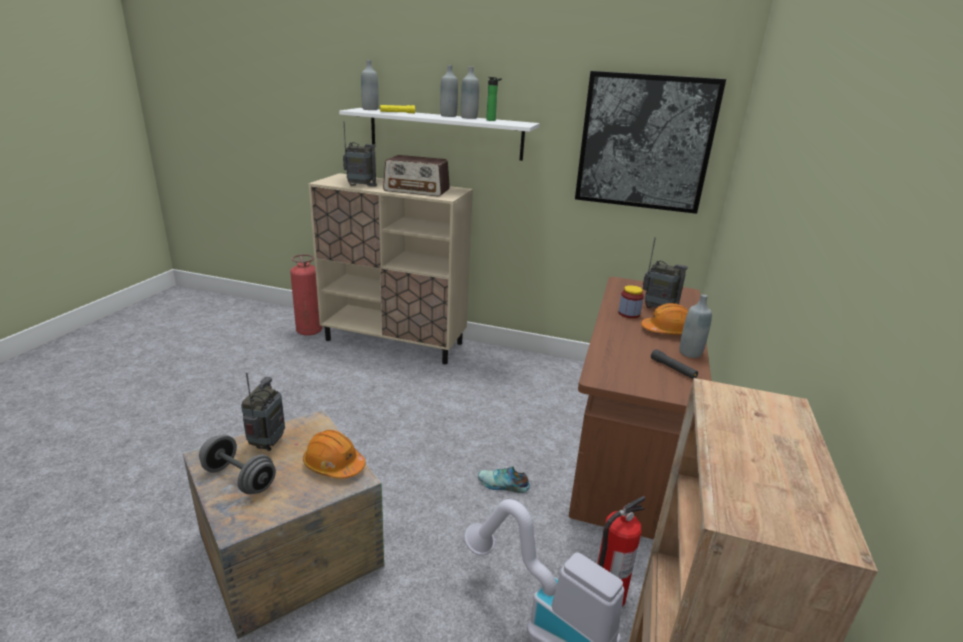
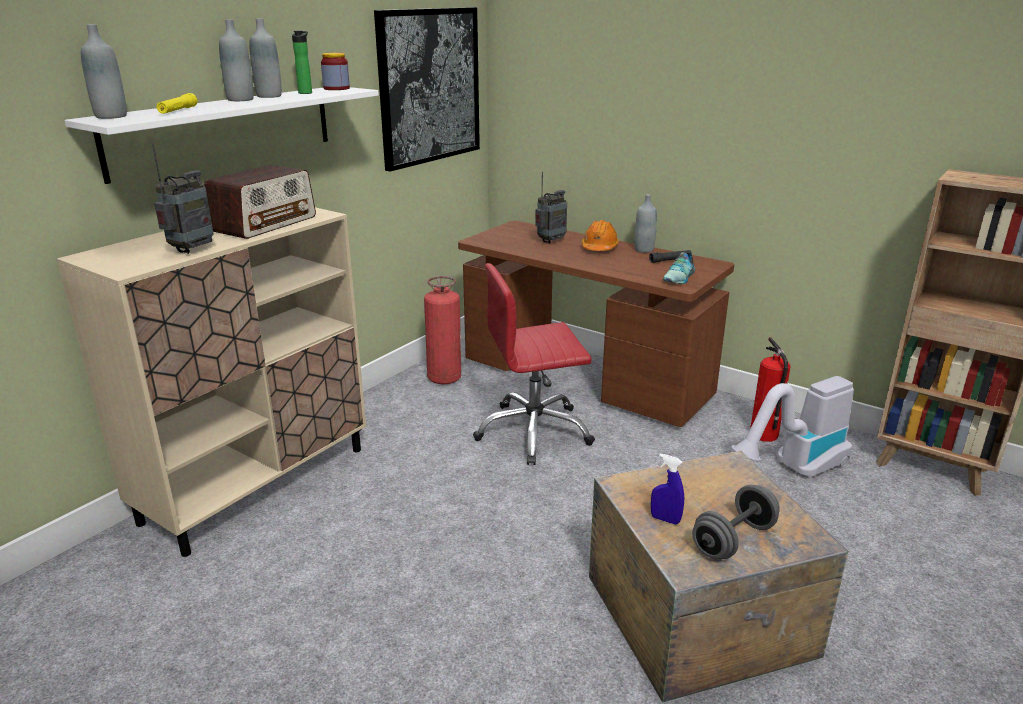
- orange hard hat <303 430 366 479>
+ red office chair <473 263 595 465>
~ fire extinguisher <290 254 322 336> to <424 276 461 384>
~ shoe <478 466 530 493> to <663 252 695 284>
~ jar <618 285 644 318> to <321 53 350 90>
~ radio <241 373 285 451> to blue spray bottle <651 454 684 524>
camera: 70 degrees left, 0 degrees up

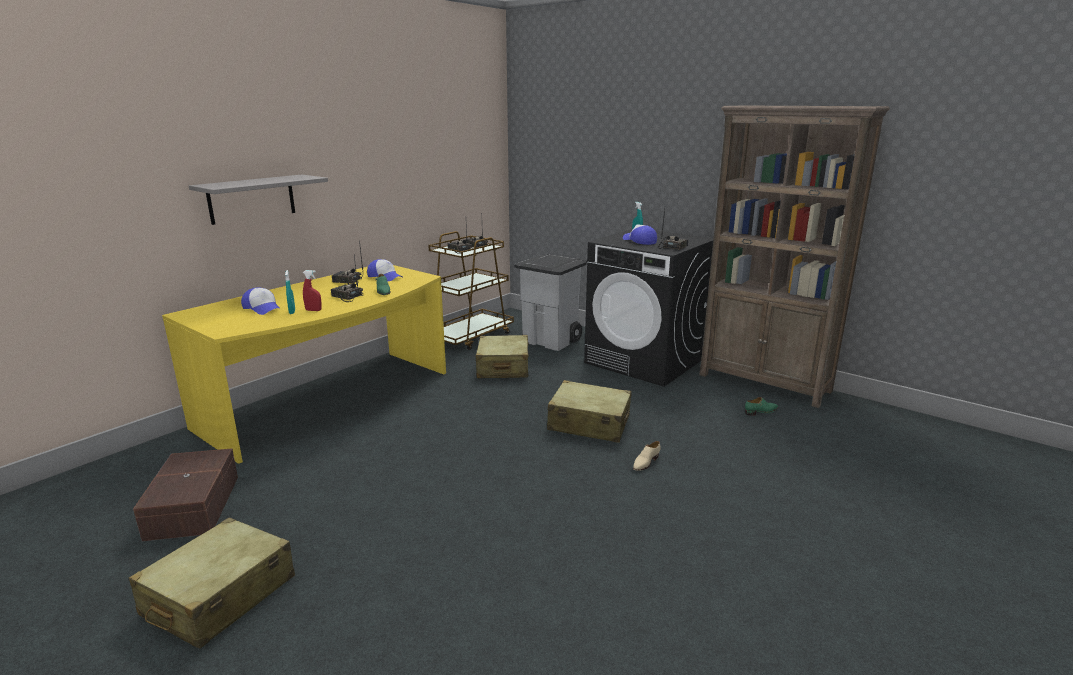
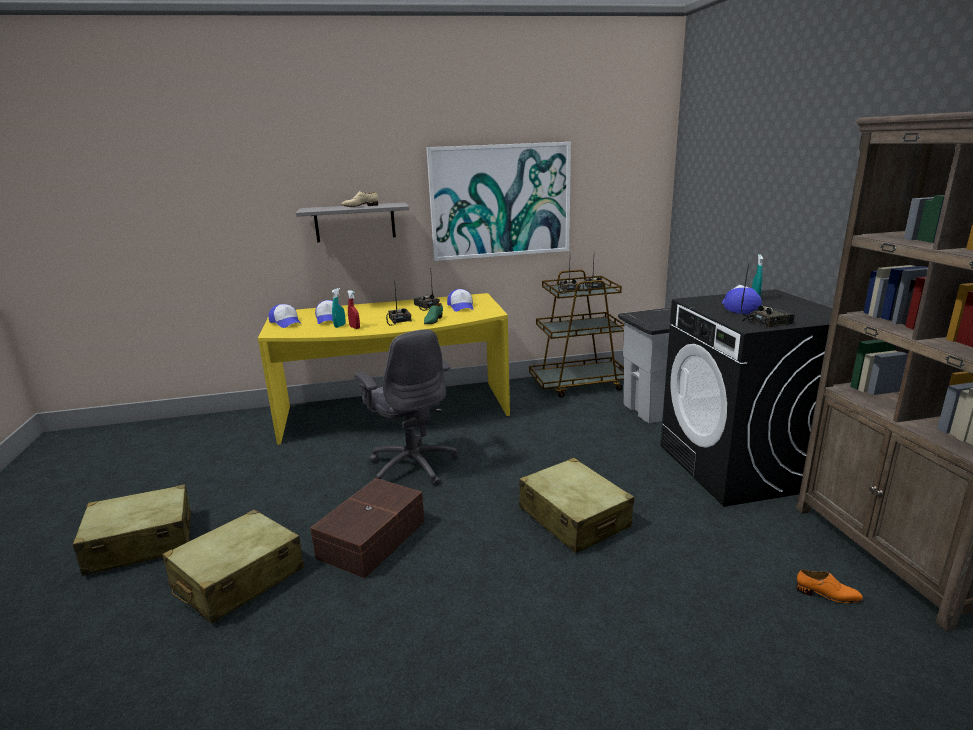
+ cap <268 304 302 328>
+ grey office chair <354 329 458 486>
+ picture <426 142 571 261>
~ brown storage box <133 448 238 541> to <310 478 425 579>
~ beige suitcase <475 335 529 378> to <162 509 304 624>
~ beige shoe <633 441 661 471> to <341 191 378 207>
~ green shoe <745 397 778 416> to orange shoe <796 569 863 603>
camera: 40 degrees right, 0 degrees up

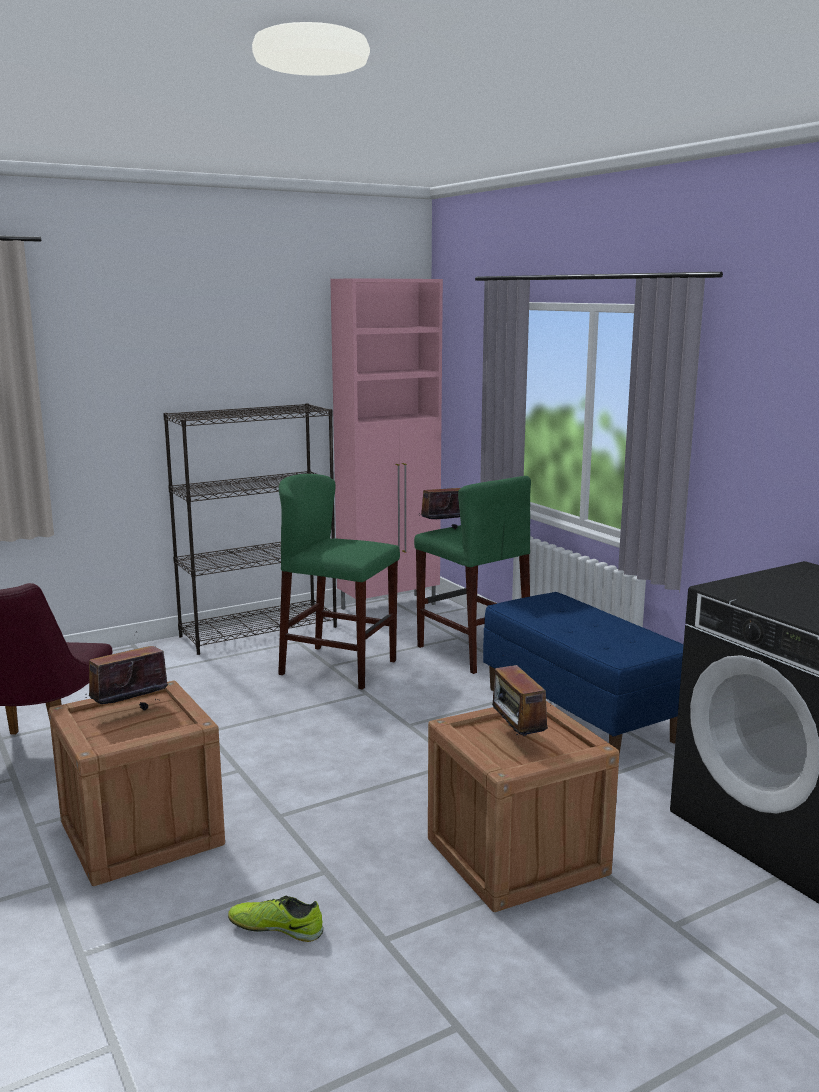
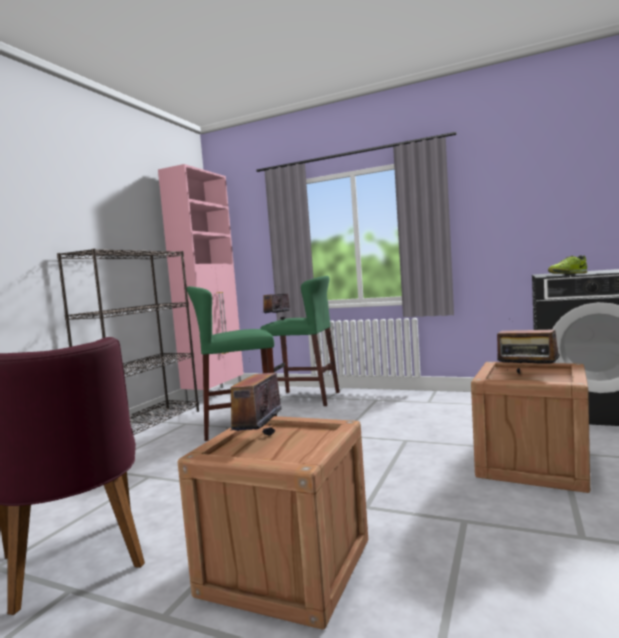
- blue bench <483 592 684 755>
~ shoe <228 896 323 942> to <548 256 588 274>
camera: 35 degrees left, 10 degrees down

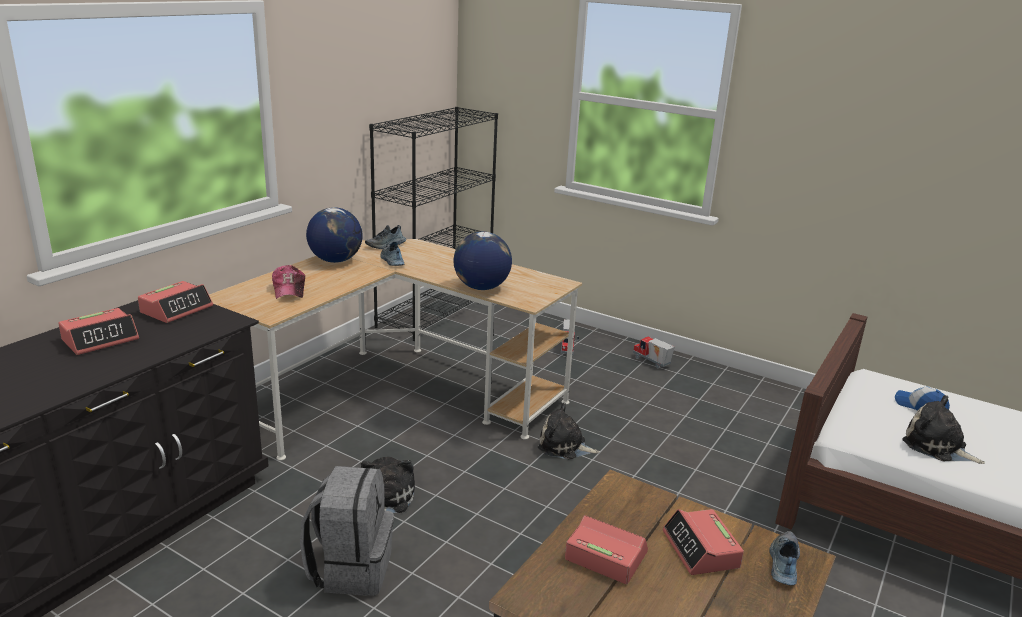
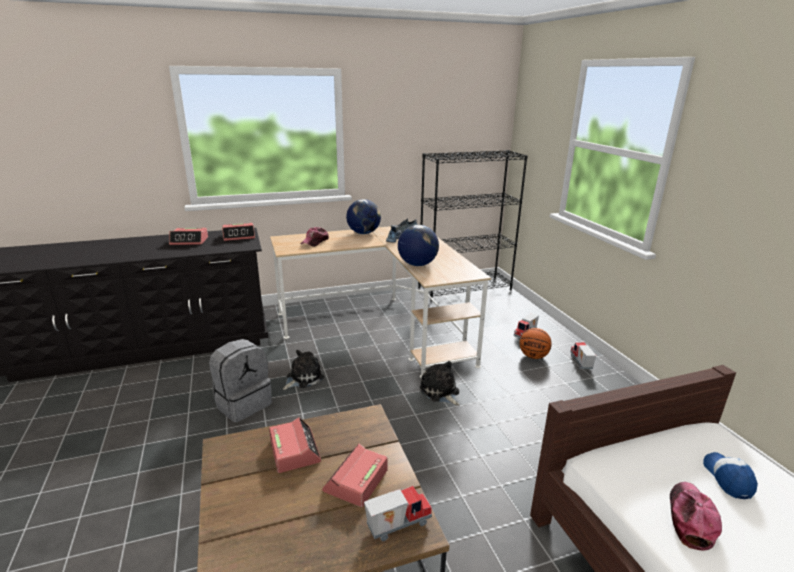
+ basketball <520 328 552 359>
~ shoe <769 531 800 586> to toy truck <364 486 432 541>
~ plush toy <902 395 985 464> to cap <670 482 722 551>
camera: 40 degrees right, 0 degrees up

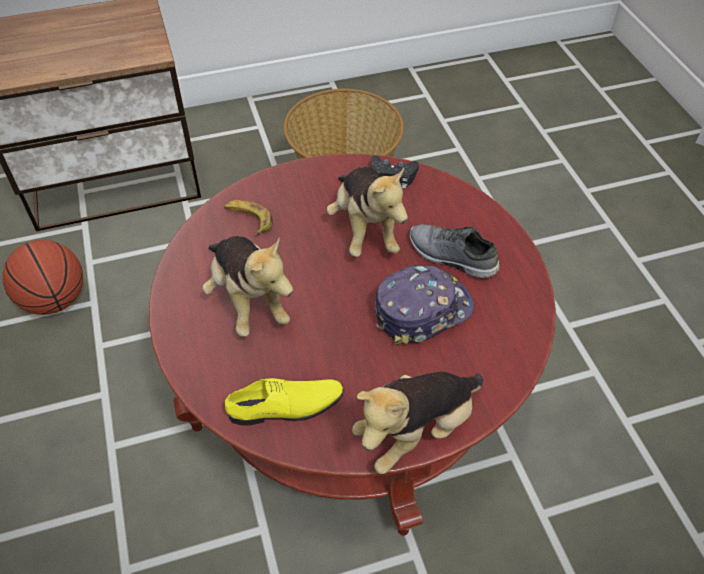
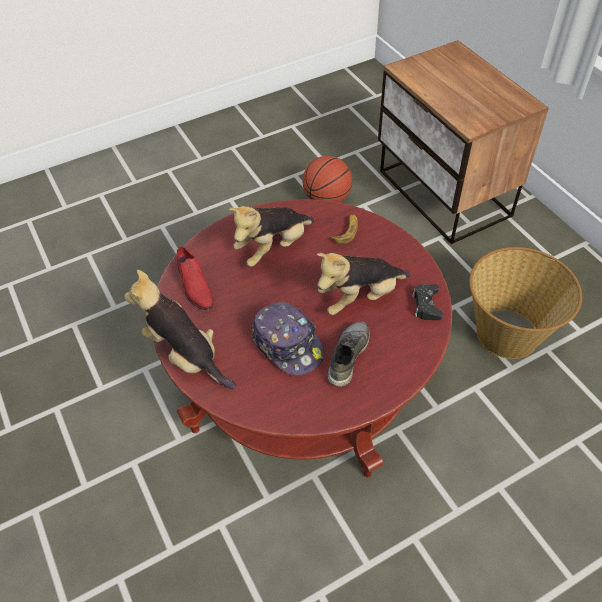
~ yellow shoe <225 378 344 426> to red shoe <177 247 214 310>
camera: 80 degrees right, 0 degrees up

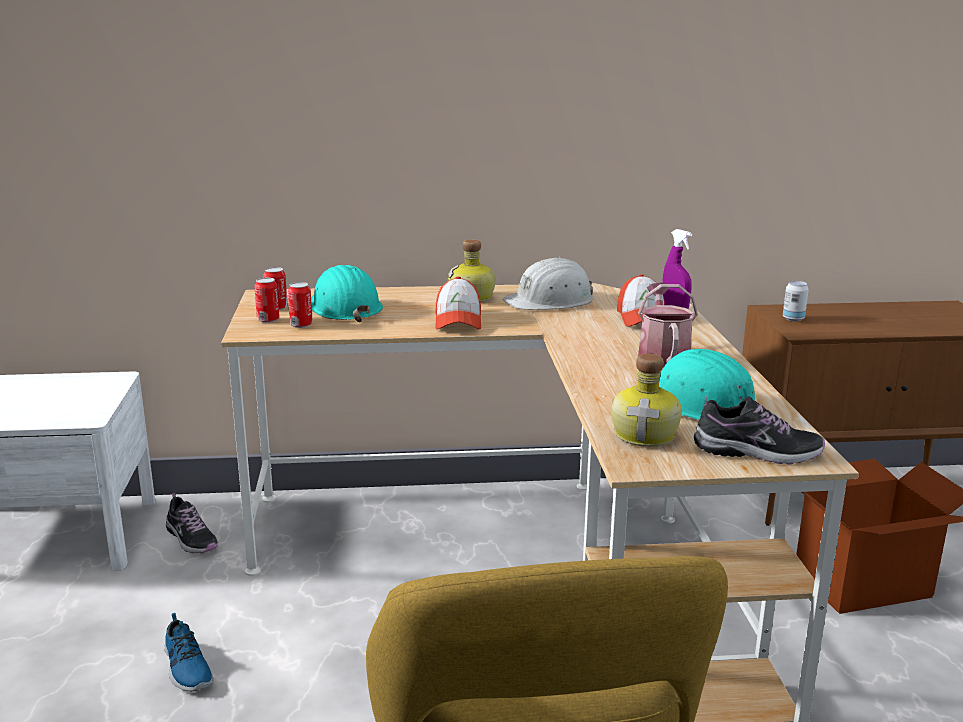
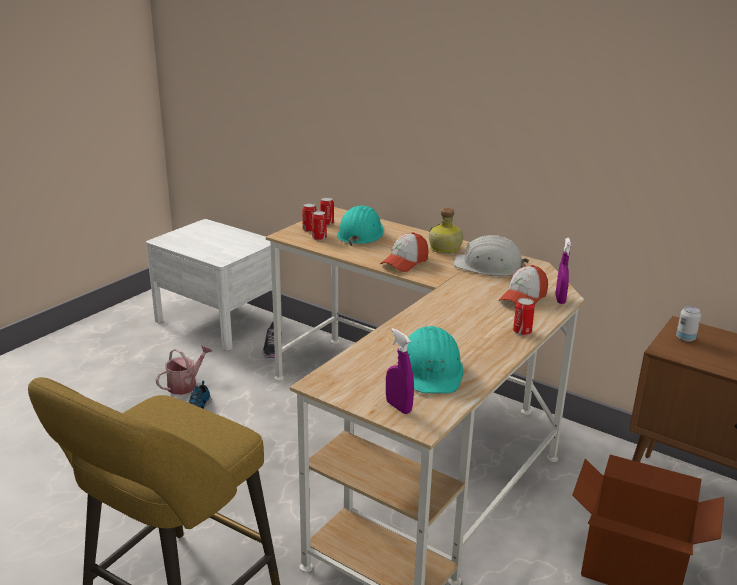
- bottle <611 354 682 447>
+ can <513 298 535 336>
~ watering can <638 282 698 368> to <156 345 212 395>
~ shoe <694 395 825 464> to purple spray bottle <386 328 414 414>
camera: 40 degrees right, 5 degrees up

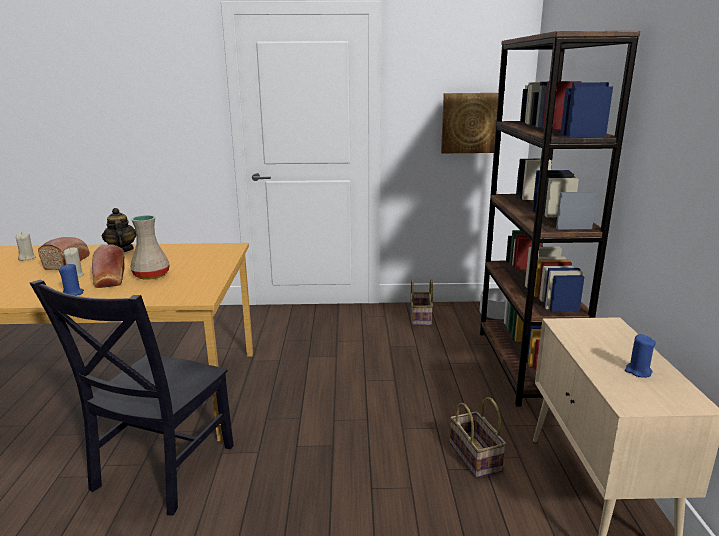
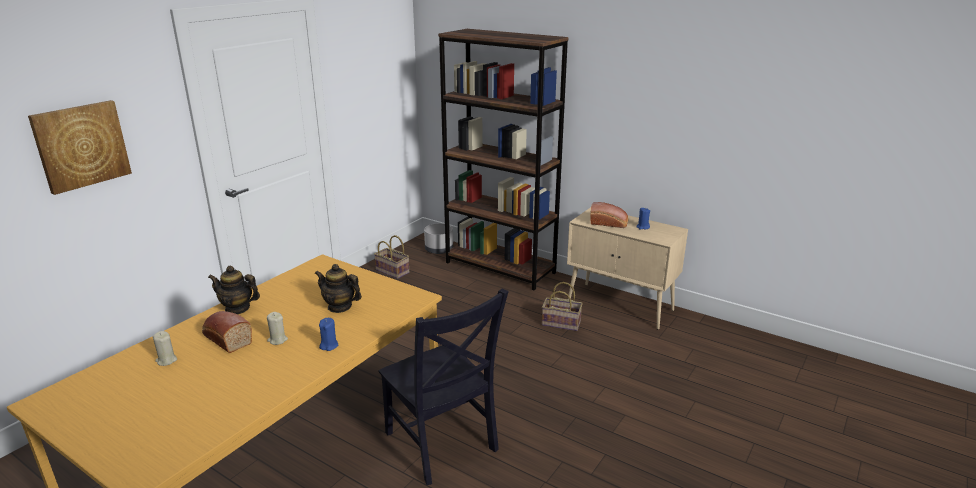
~ bread <92 244 125 288> to <590 202 628 228>
~ picture <441 93 498 153> to <28 100 132 195>
~ beige vase <131 215 170 280> to teapot <315 264 362 313>
camera: 55 degrees left, 5 degrees up

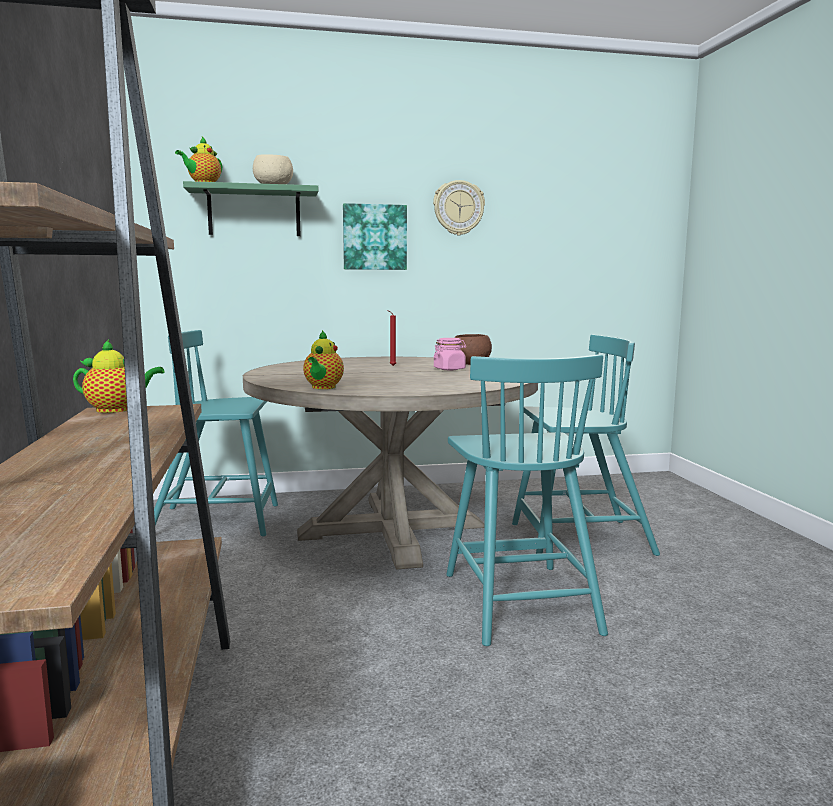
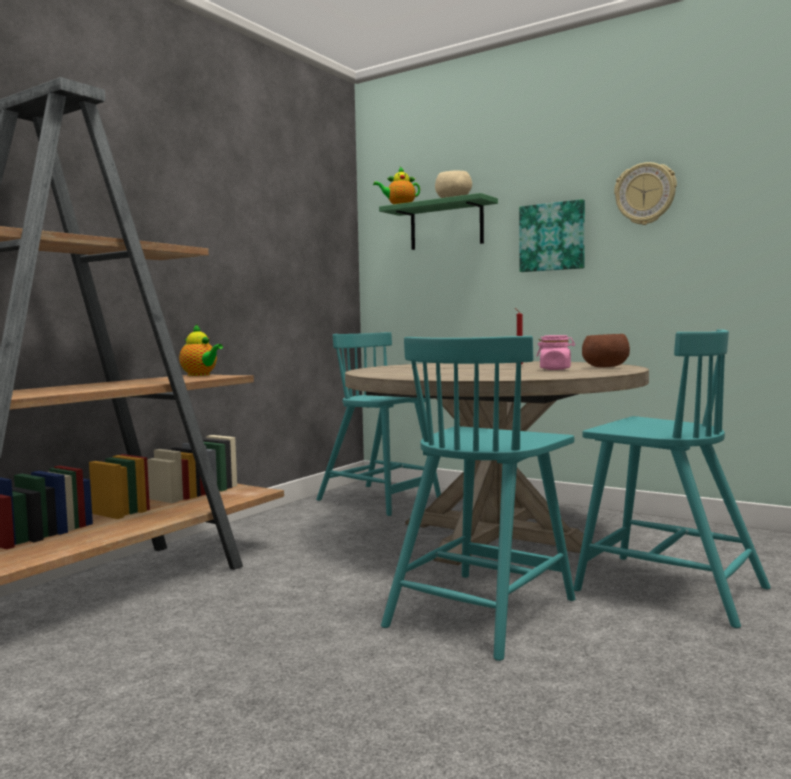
- teapot <303 330 344 389>
camera: 45 degrees right, 5 degrees down

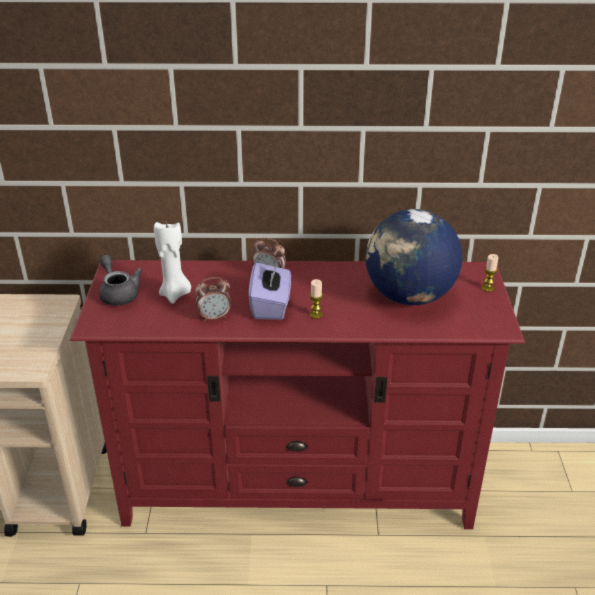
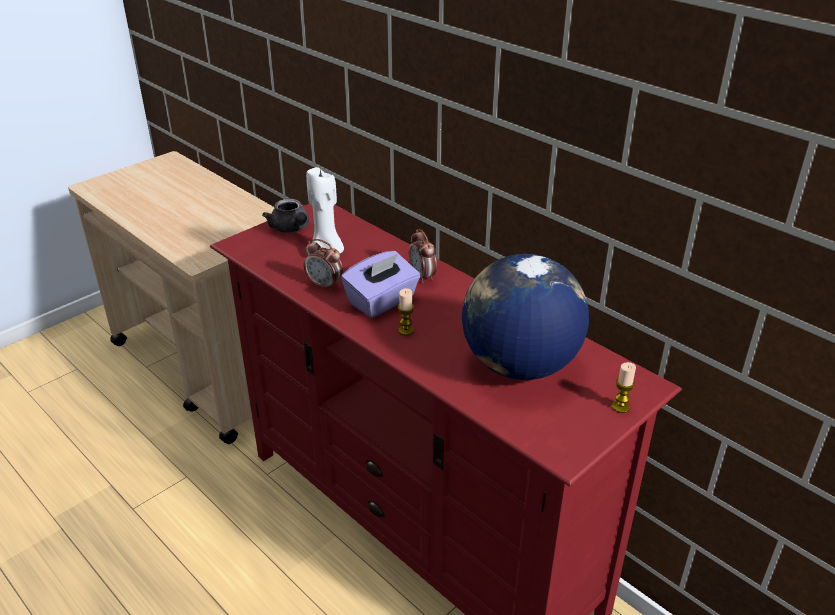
~ grey teapot <99 254 142 306> = <262 199 309 233> 135 degrees clockwise
camera: 45 degrees right, 0 degrees up

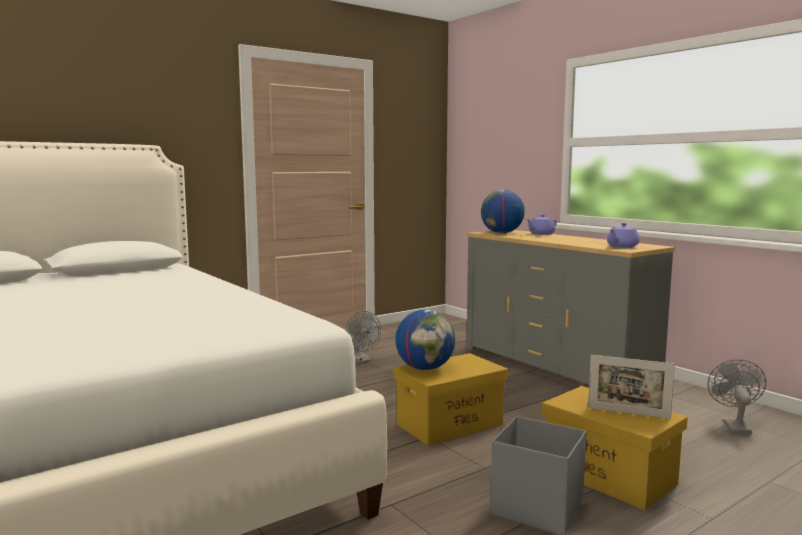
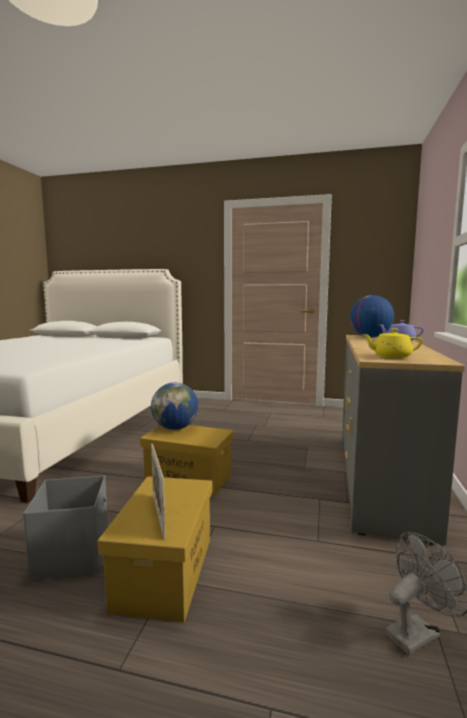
- grey fan <346 311 381 363>
~ purple teapot <607 223 639 248> to yellow teapot <362 328 423 358>
camera: 50 degrees right, 0 degrees up

